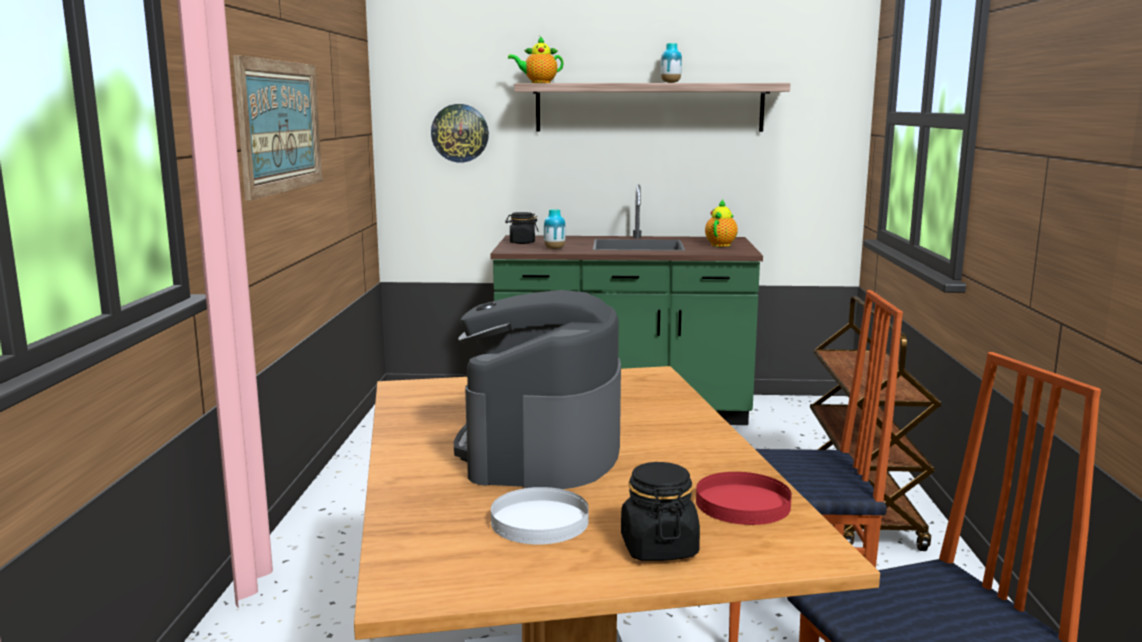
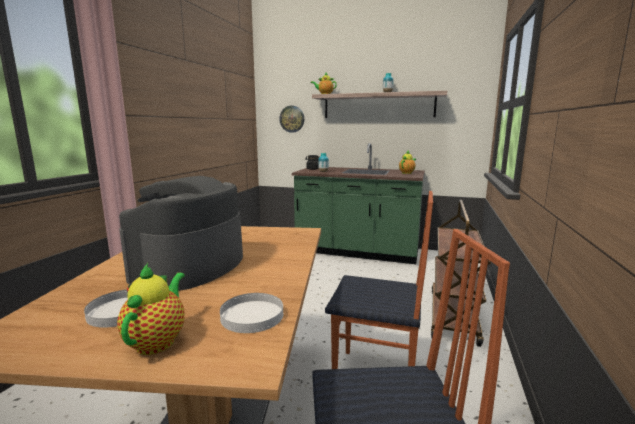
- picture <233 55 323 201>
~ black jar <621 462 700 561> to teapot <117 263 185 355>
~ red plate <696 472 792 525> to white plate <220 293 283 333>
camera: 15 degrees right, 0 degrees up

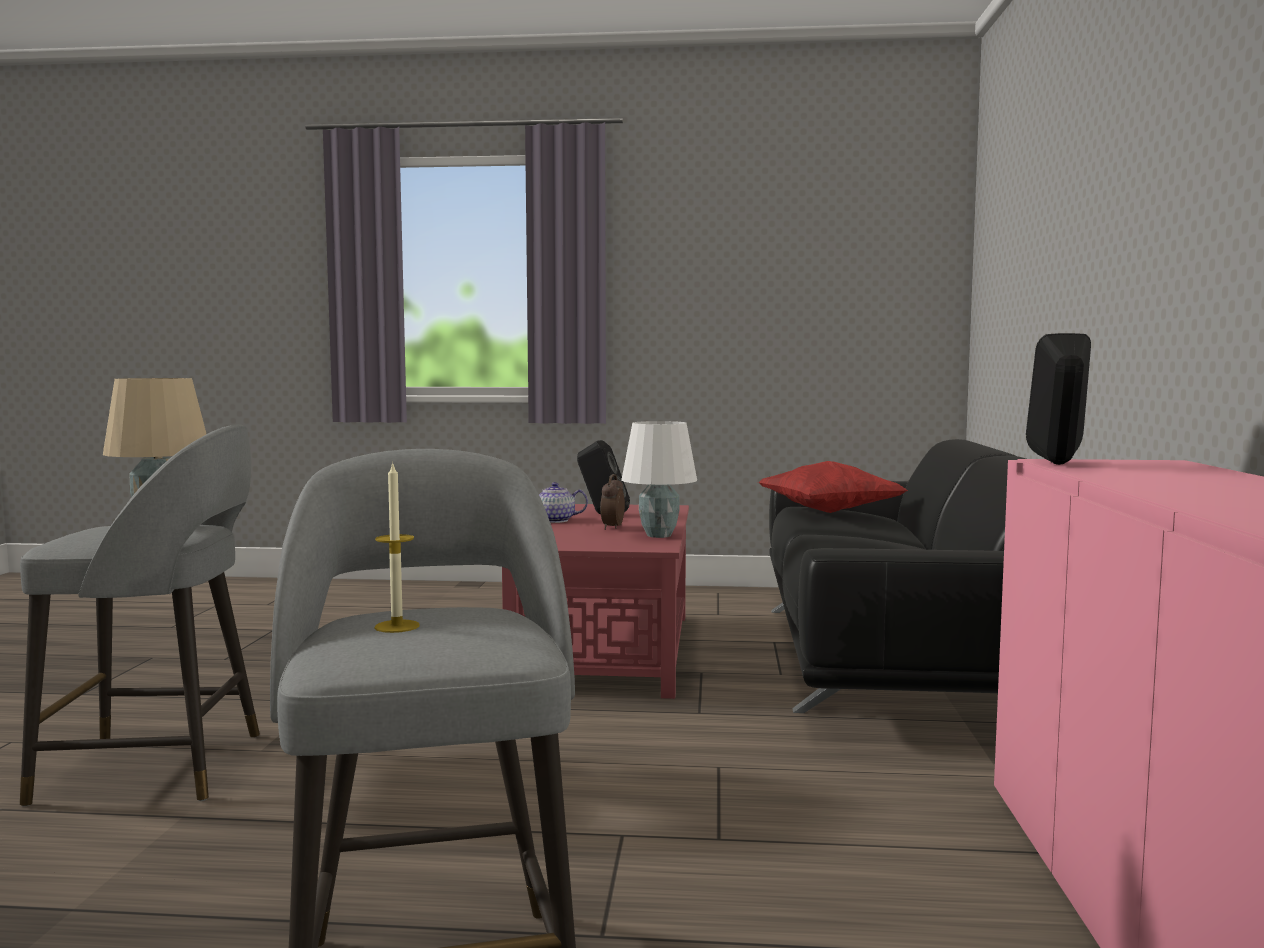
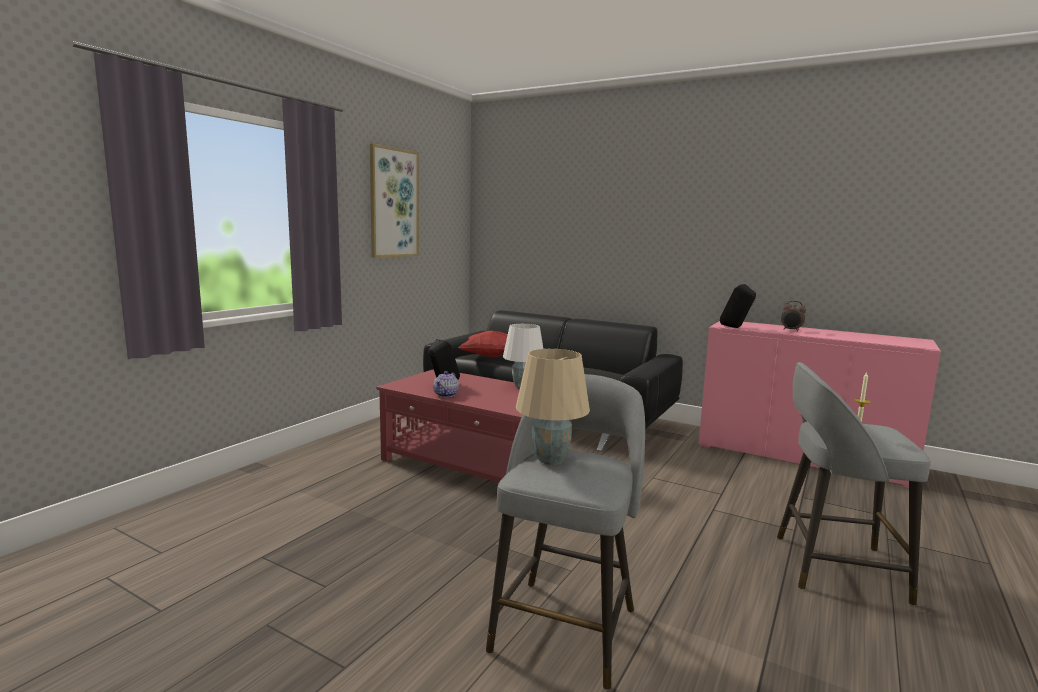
+ picture <370 143 419 258>
~ alarm clock <600 474 625 530> to <781 301 806 332>
camera: 65 degrees left, 5 degrees up

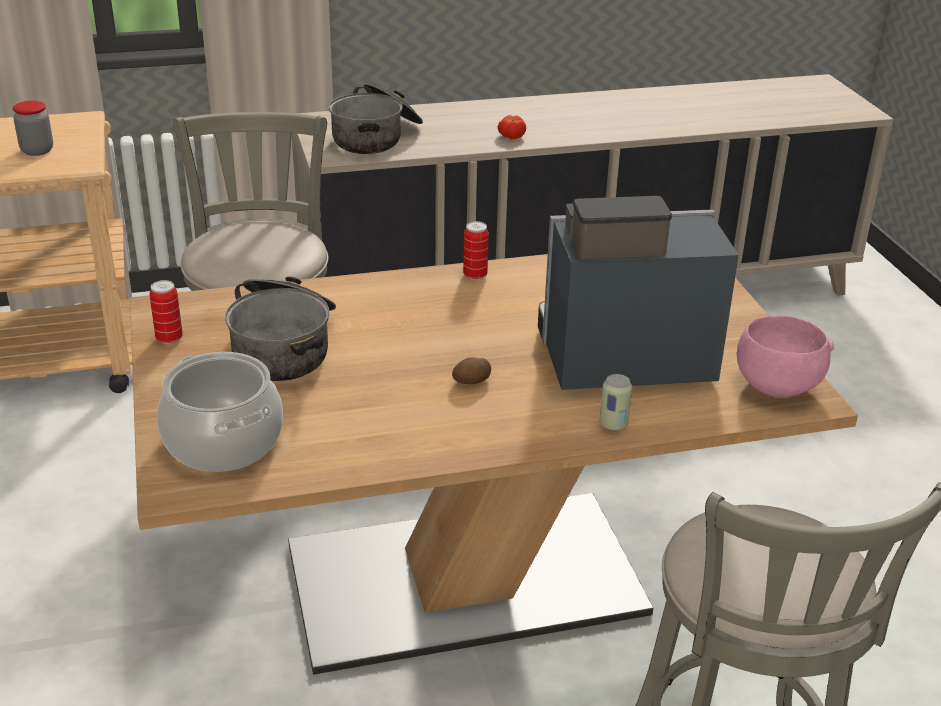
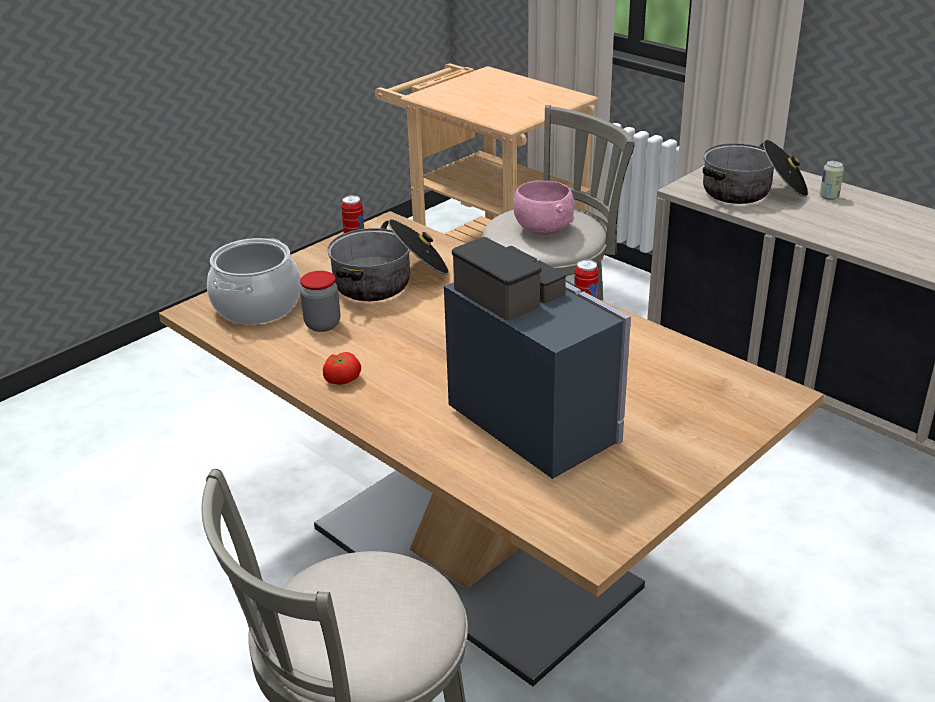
- potato <452 357 491 384>
~ jar <13 101 53 156> to <300 271 340 332>
~ tomato <498 115 526 140> to <323 352 361 385>
~ can <599 374 632 431> to <820 161 844 200>
~ pink bowl <737 315 834 398> to <513 180 575 235>
camera: 60 degrees right, 0 degrees up

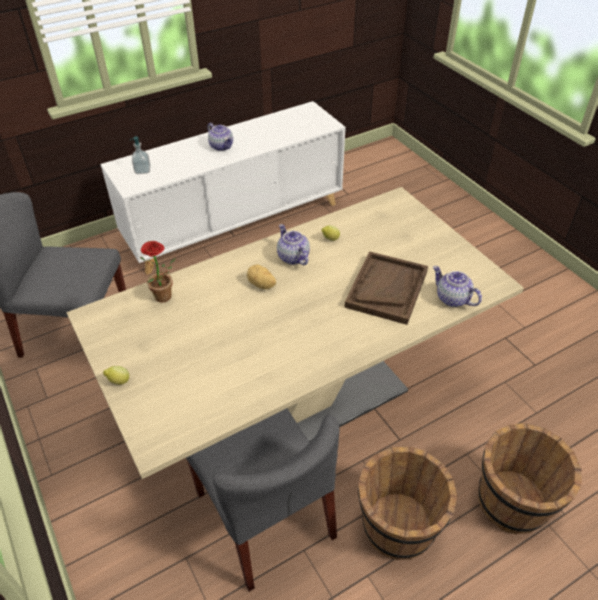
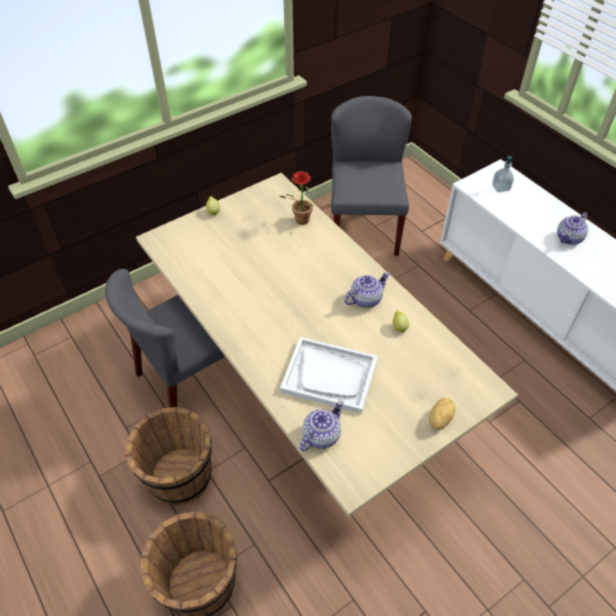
~ potato <247 264 276 289> to <429 398 456 430>
~ brown tray <344 251 428 325> to white tray <280 337 378 414>
camera: 85 degrees right, 5 degrees up

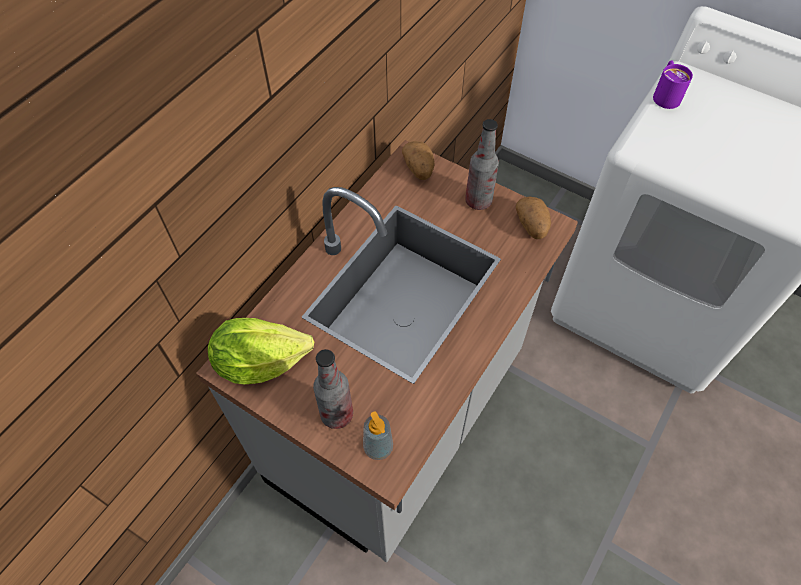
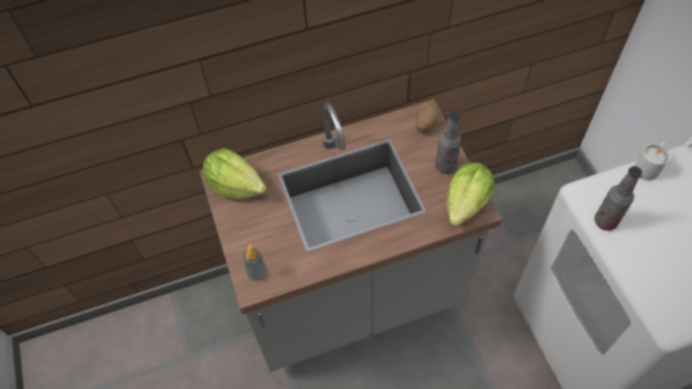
~ bottle <313 349 353 429> to <594 166 642 231>
~ potato <516 197 551 239> to lettuce <446 162 495 226>
~ purple mug <653 60 693 109> to white mug <635 142 670 181>
camera: 40 degrees right, 0 degrees up

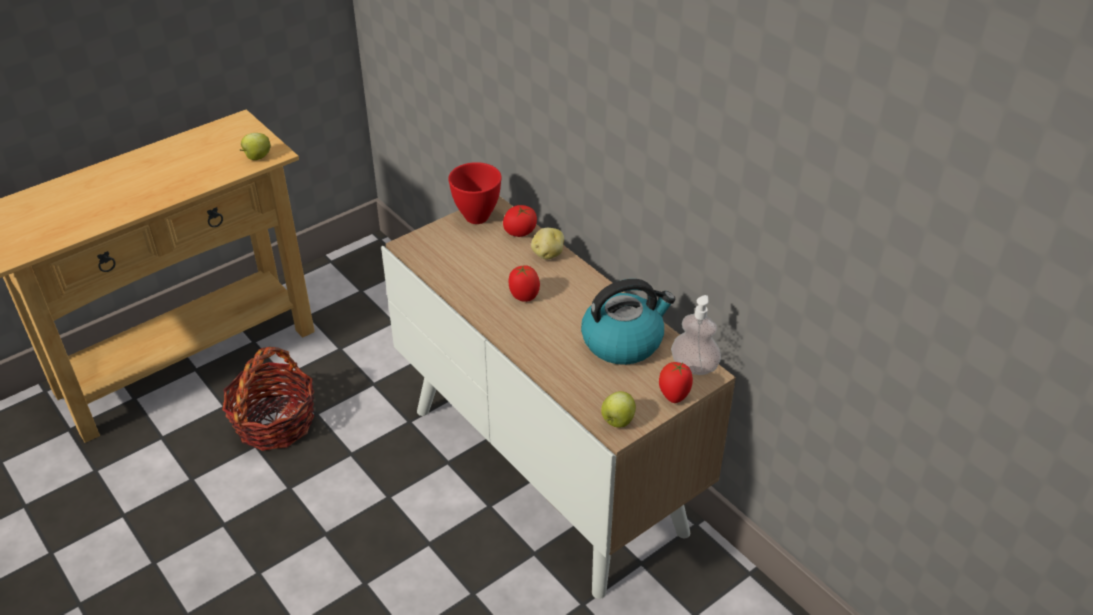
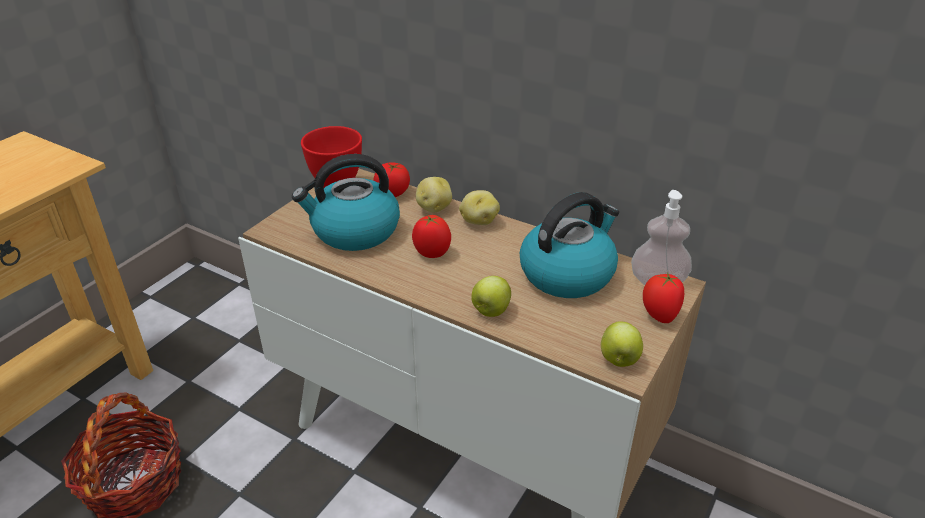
+ kettle <292 154 400 251>
+ potato <459 190 500 225>
~ apple <240 133 271 160> to <471 276 511 317>
camera: 20 degrees left, 5 degrees down

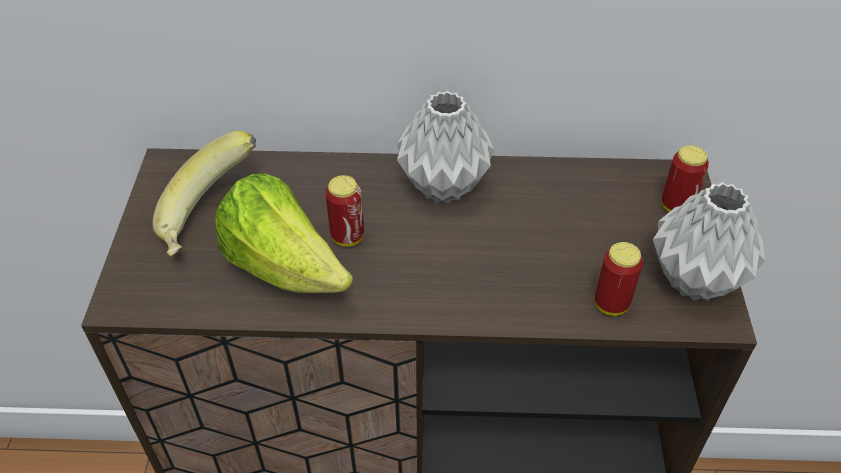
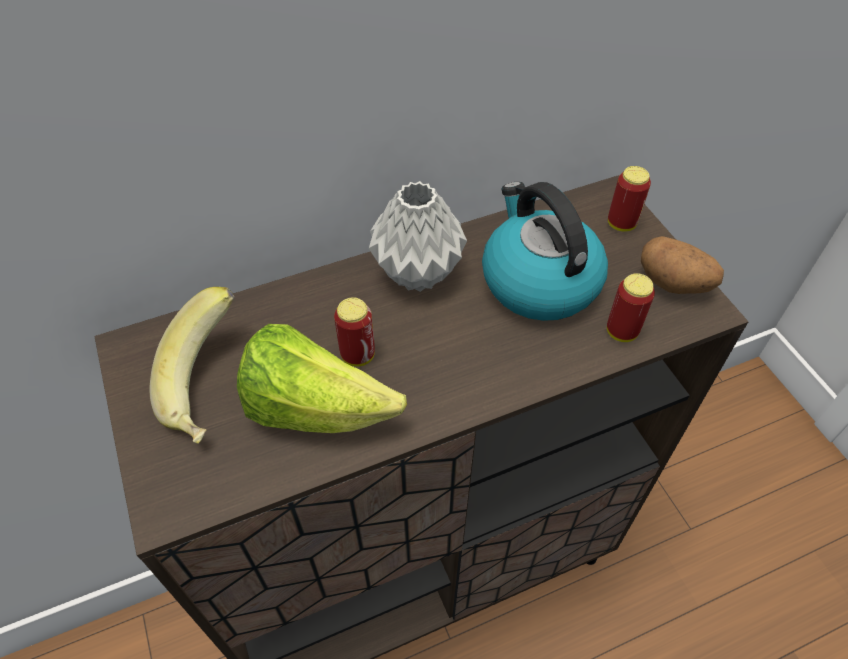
+ kettle <482 182 608 321>
~ grey vase <653 182 765 301> to potato <641 236 724 294>
camera: 25 degrees left, 5 degrees up

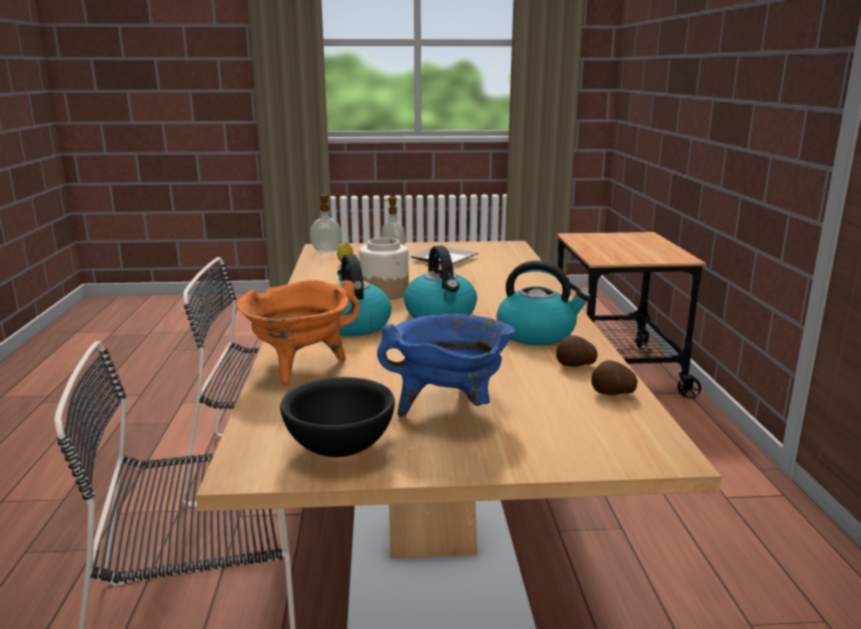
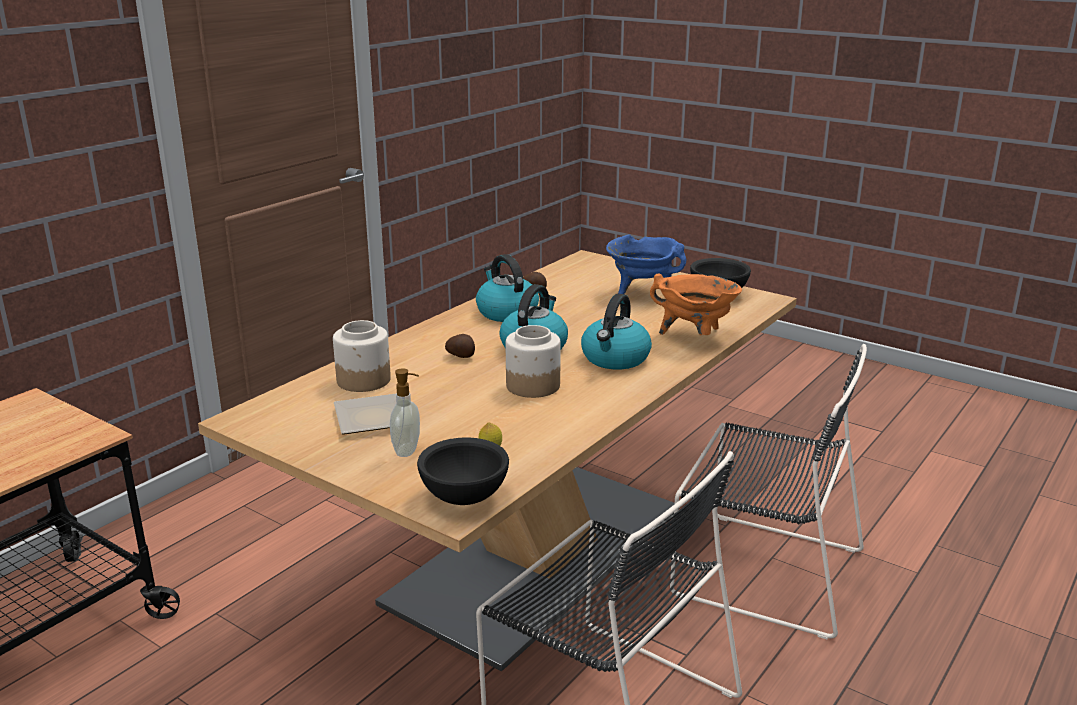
+ jar <333 320 391 392>
~ potato <592 360 638 395> to <445 334 475 358>
~ soap dispenser <310 194 342 253> to black bowl <417 438 509 505>
camera: 140 degrees left, 5 degrees up

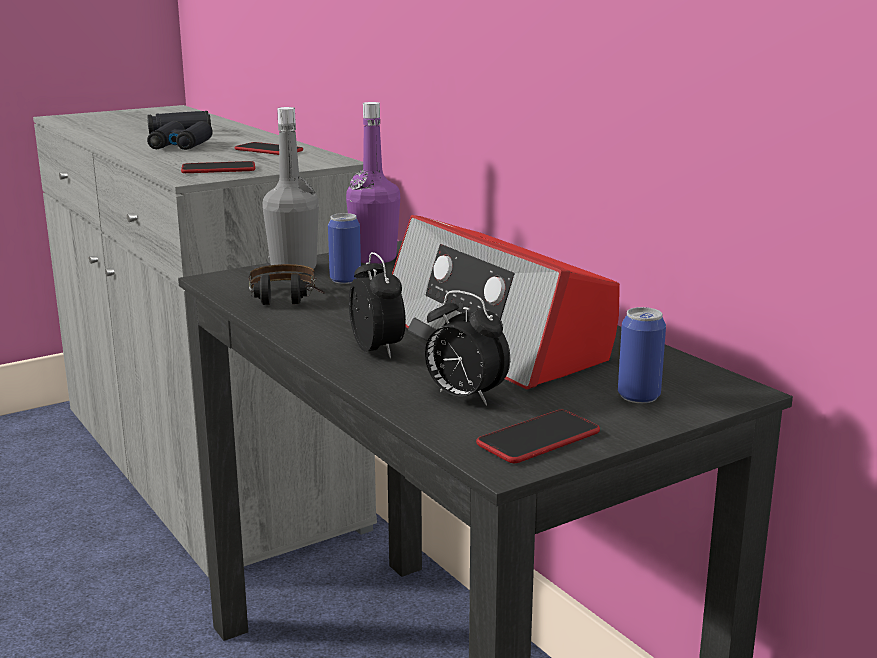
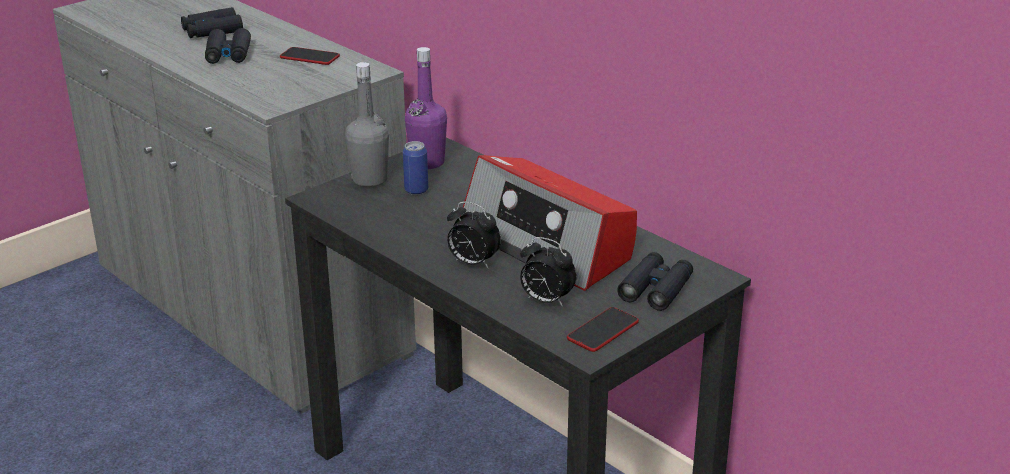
- phone <181 161 255 173>
- headphones <249 264 325 305>
~ can <618 307 666 403> to black binoculars <617 252 693 311>
~ alarm clock <349 252 406 358> = <447 202 501 268> 150 degrees clockwise
camera: 10 degrees left, 10 degrees up

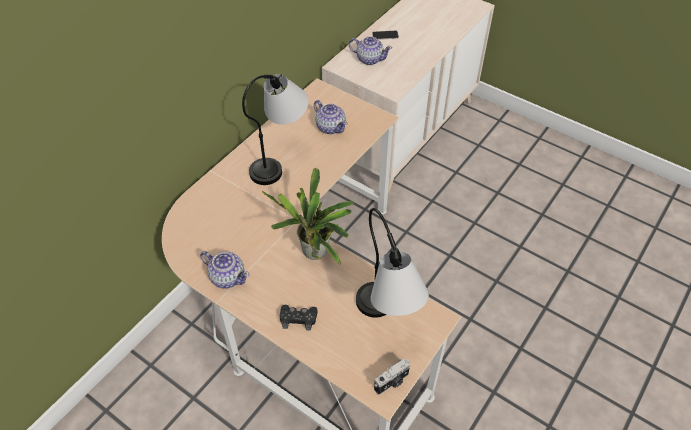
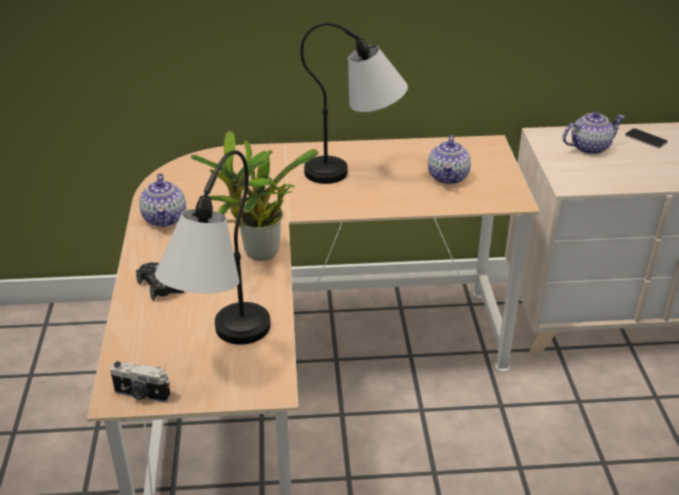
~ teapot <349 37 392 65> = <563 112 625 154> 90 degrees counterclockwise
camera: 50 degrees right, 15 degrees down

